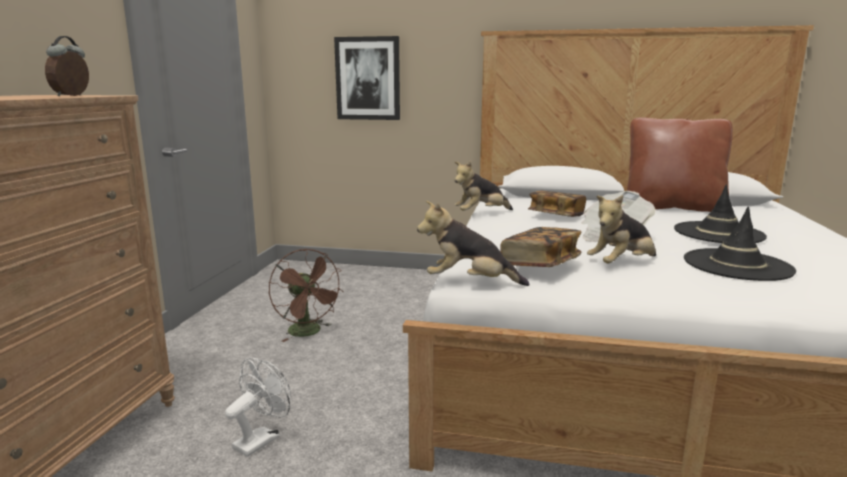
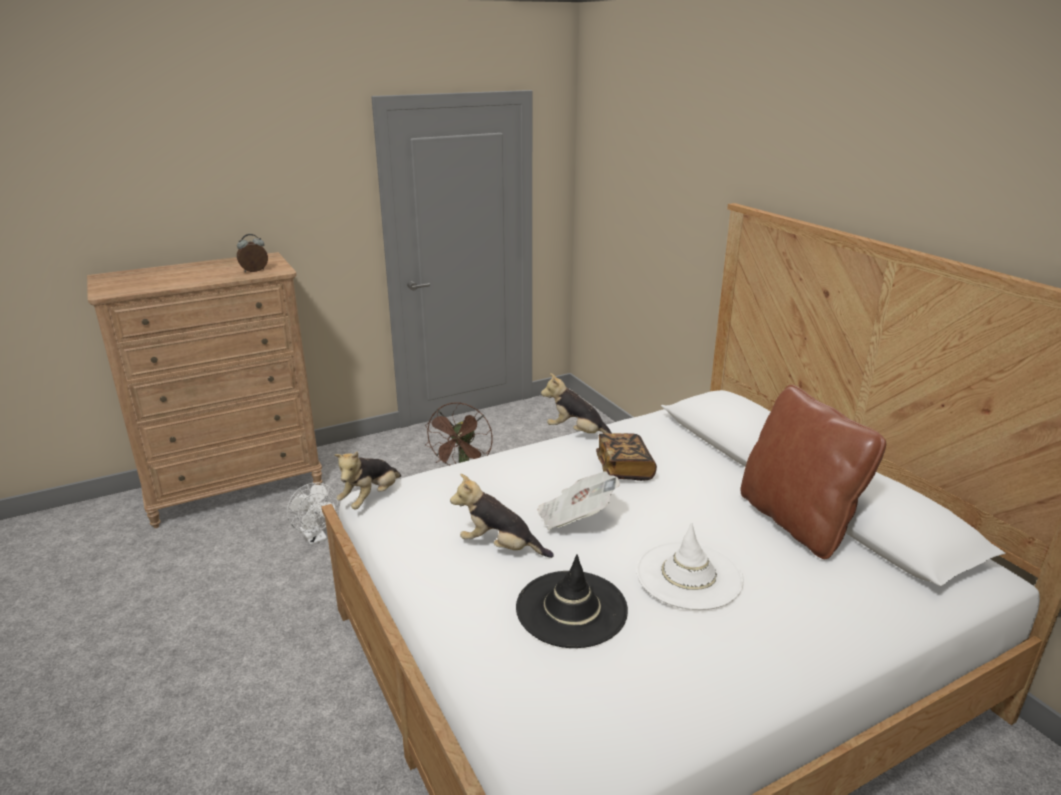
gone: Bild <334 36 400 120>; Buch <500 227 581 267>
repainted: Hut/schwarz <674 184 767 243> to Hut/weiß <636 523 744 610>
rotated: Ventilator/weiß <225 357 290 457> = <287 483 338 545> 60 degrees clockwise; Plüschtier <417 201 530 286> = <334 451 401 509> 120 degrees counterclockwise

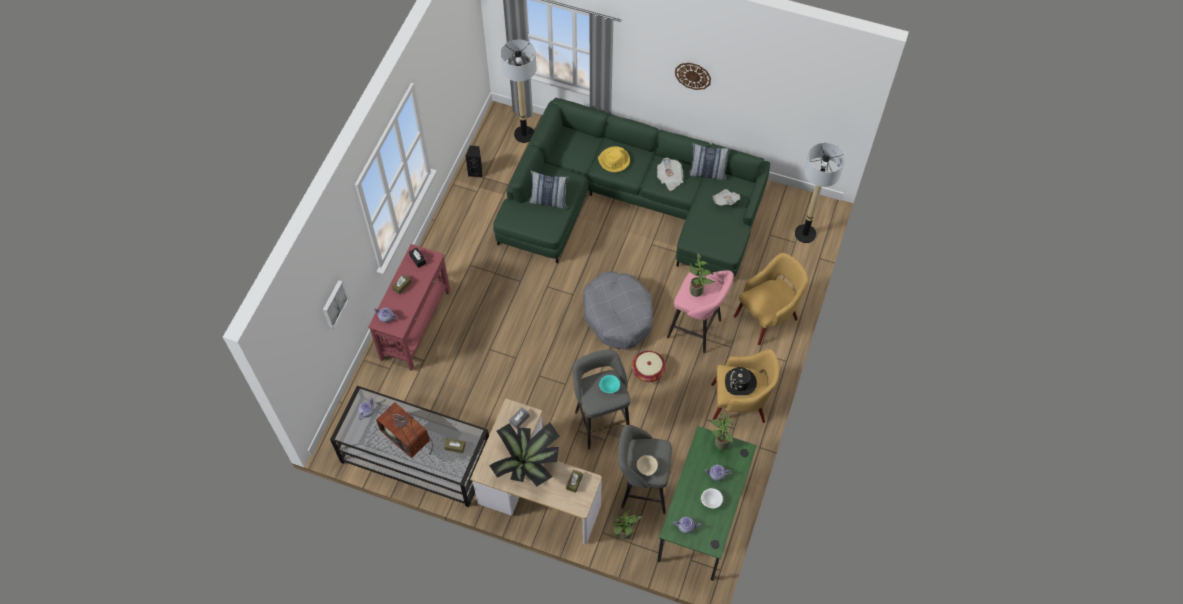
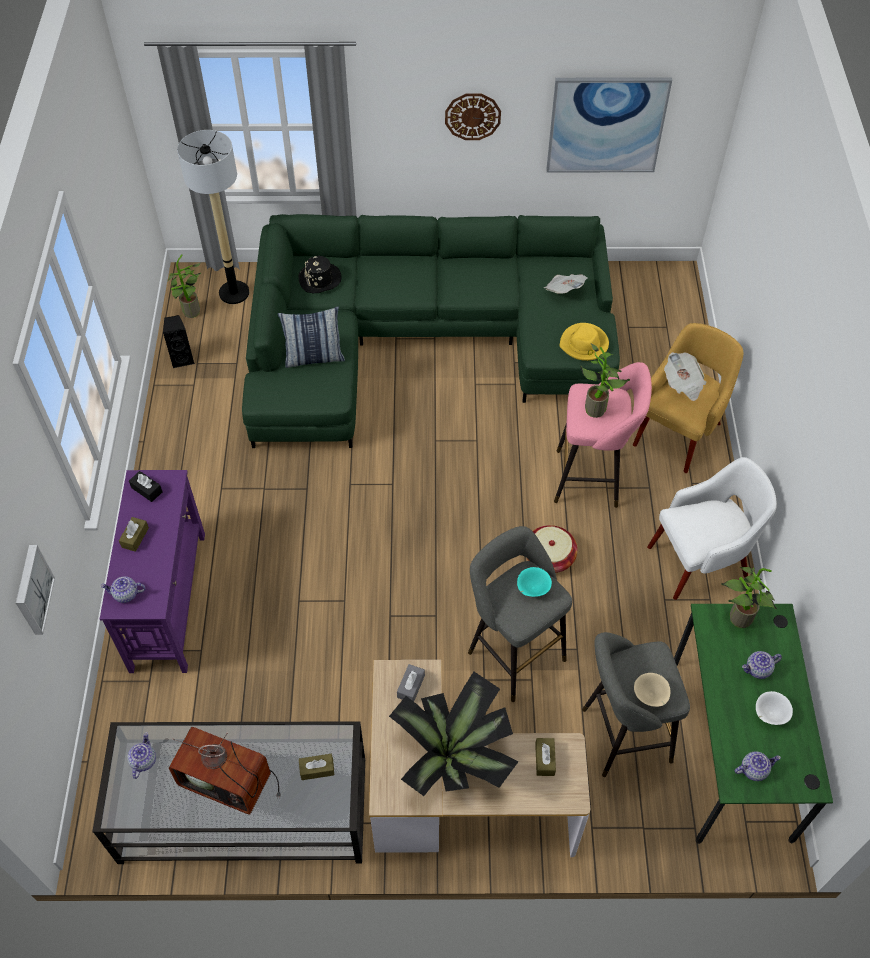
gone: Hundebett/grau <583 272 653 350>; Kissen <688 143 731 181>; Stehlampe <795 143 845 243>
new: Bild <546 77 672 173>
shifted: Hut/gelb <598 146 630 172> to <560 323 609 361>; Topfpflanze <613 510 643 539> to <167 254 201 318>; Zeitung <657 157 684 191> to <664 352 707 401>; Hut/schwarz <725 367 757 396> to <298 256 342 293>
repainted: Konsolentisch/rot <368 244 450 371> to Konsolentisch/lila <100 470 205 673>; Sessel/gelb <711 349 780 423> to Sessel/weiß <647 457 777 600>

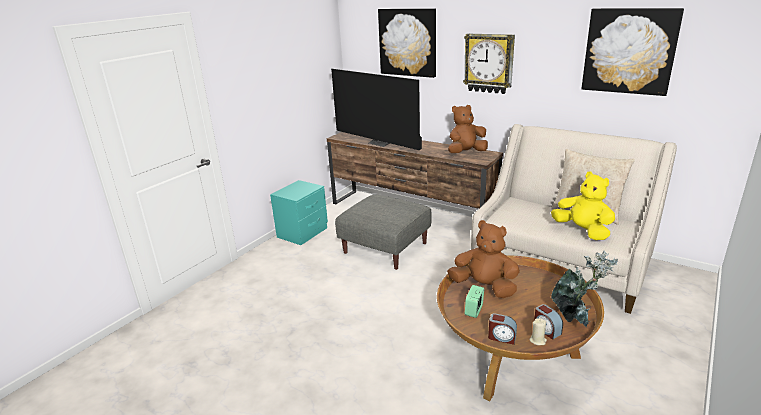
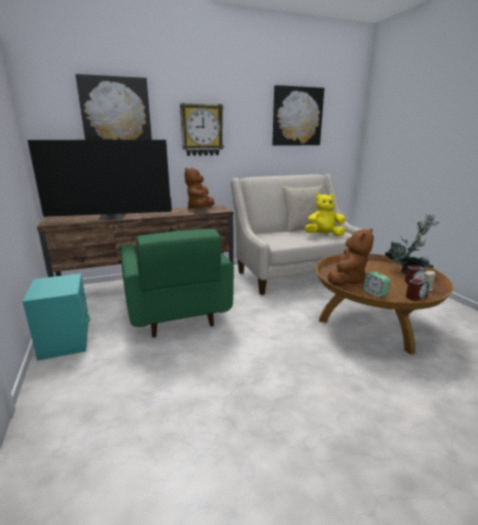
swapped: Polsterhocker/grau <335 195 431 270> to Sessel/grün <120 229 234 338>
rotated: Plüschtier/braun <447 220 520 298> = <327 228 374 286> 150 degrees clockwise

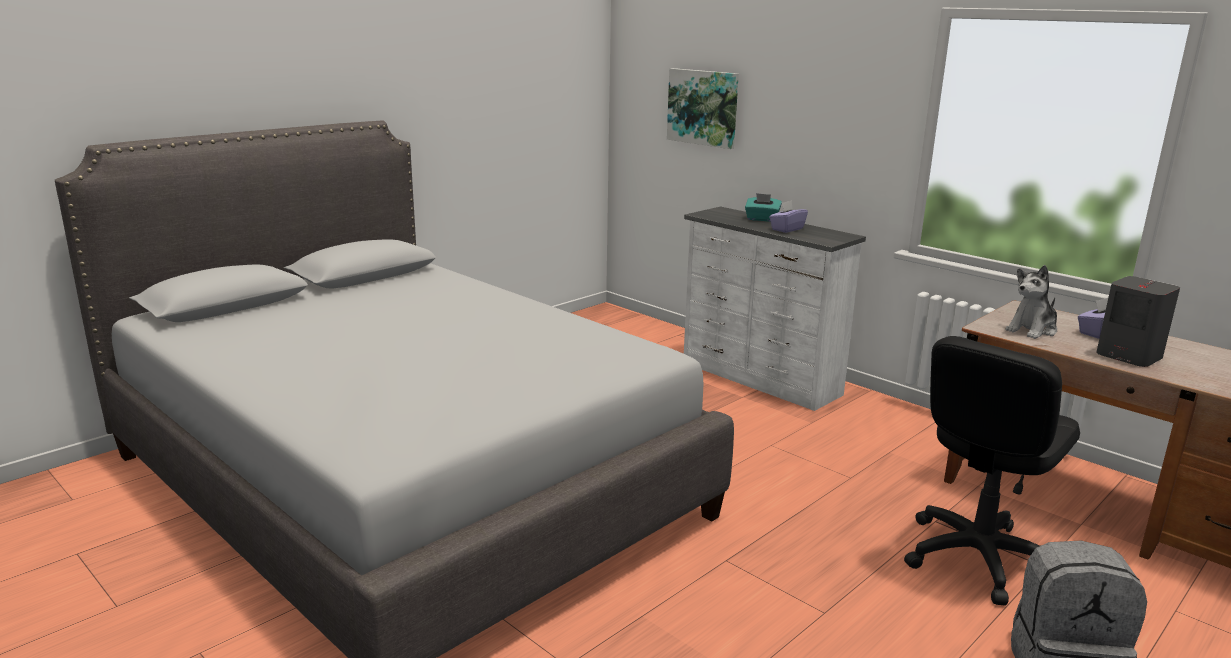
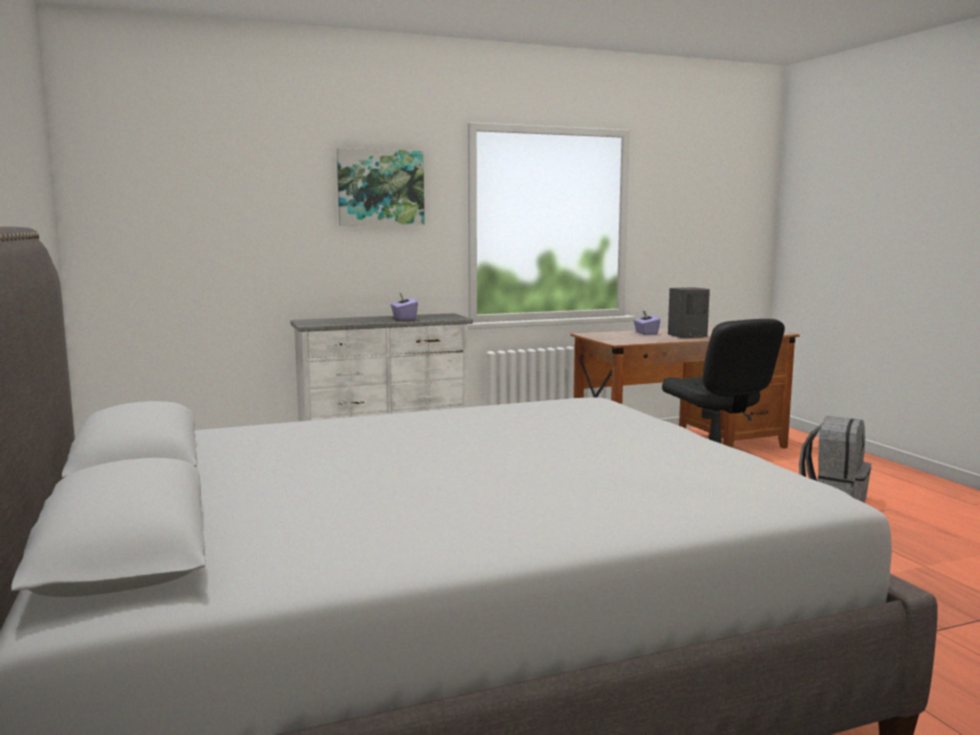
gone: Taschentuchbox/türkis <745 193 782 222>; Plüschtier <1005 265 1057 339>
shifted: Bild <667 68 739 149> to <337 148 424 225>

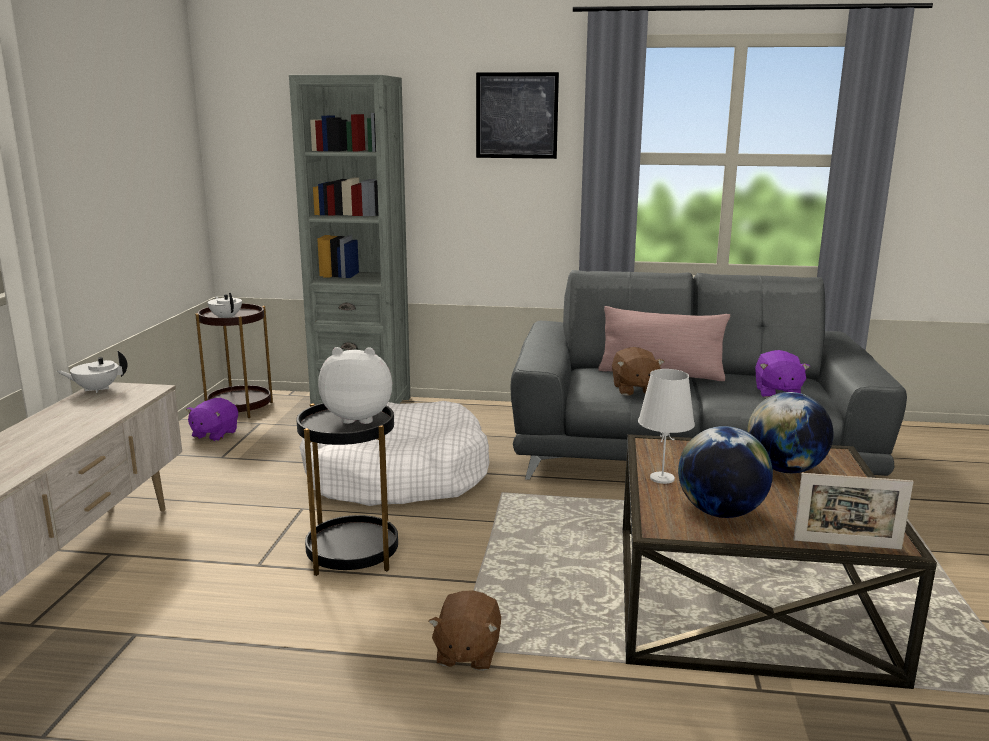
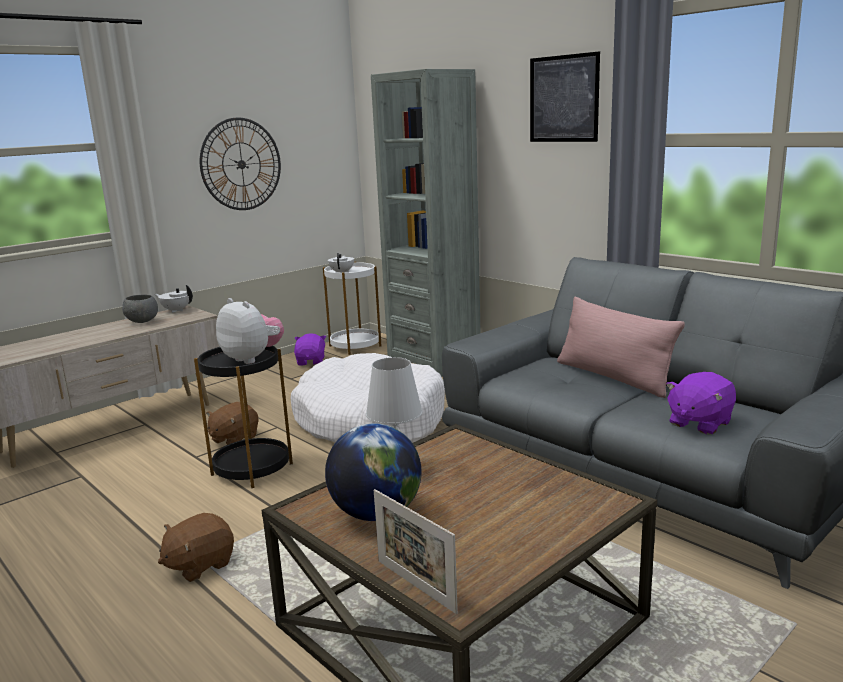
gone: Globus <747 392 833 473>
new: Schüssel/grau <122 295 158 323>; Wanduhr <200 118 281 210>
shifted: Plüschtier/braun <612 347 665 396> to <206 402 259 445>
repainted: Beistelltisch/braun <195 304 273 418> to Beistelltisch/weiß <323 261 382 355>
rotated: Plüschtier/lila <186 398 238 441> = <294 333 326 365> 120 degrees clockwise

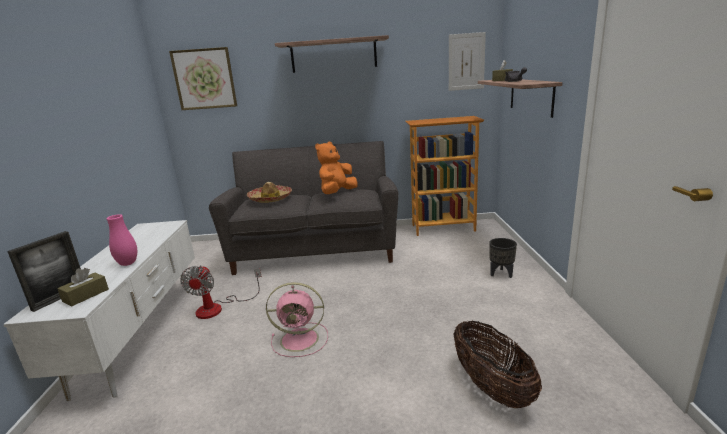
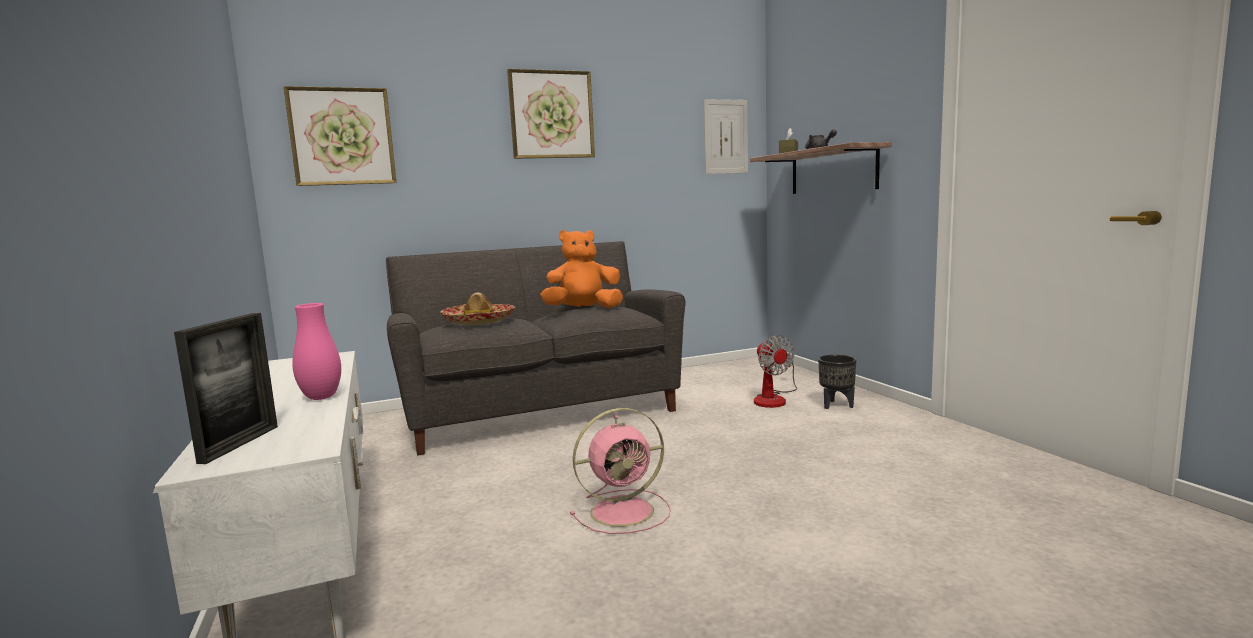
gone: Taschentuchbox/braun <57 268 109 306>; Bücherregal <405 116 484 236>; Korb <453 320 542 408>
shifted: Ventilator <180 265 262 319> to <754 335 797 408>
swapped: Wandregal <275 35 389 73> to Bild <507 69 595 159>
rotated: Plüschtier/orange <315 142 358 194> = <541 230 623 308> 60 degrees clockwise

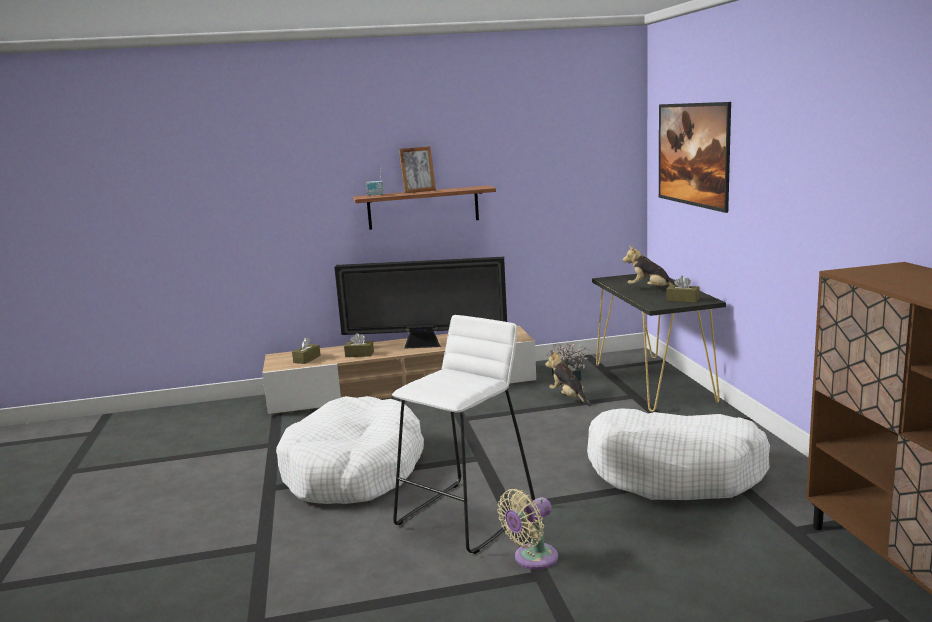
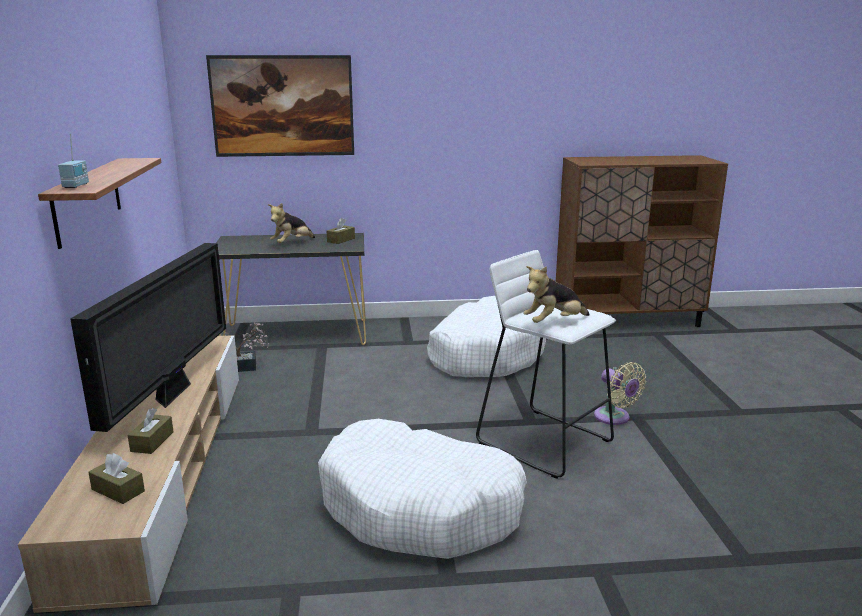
gone: Bilderrahmen <399 146 436 193>
shifted: Plüschtier <545 351 592 406> to <523 266 590 323>

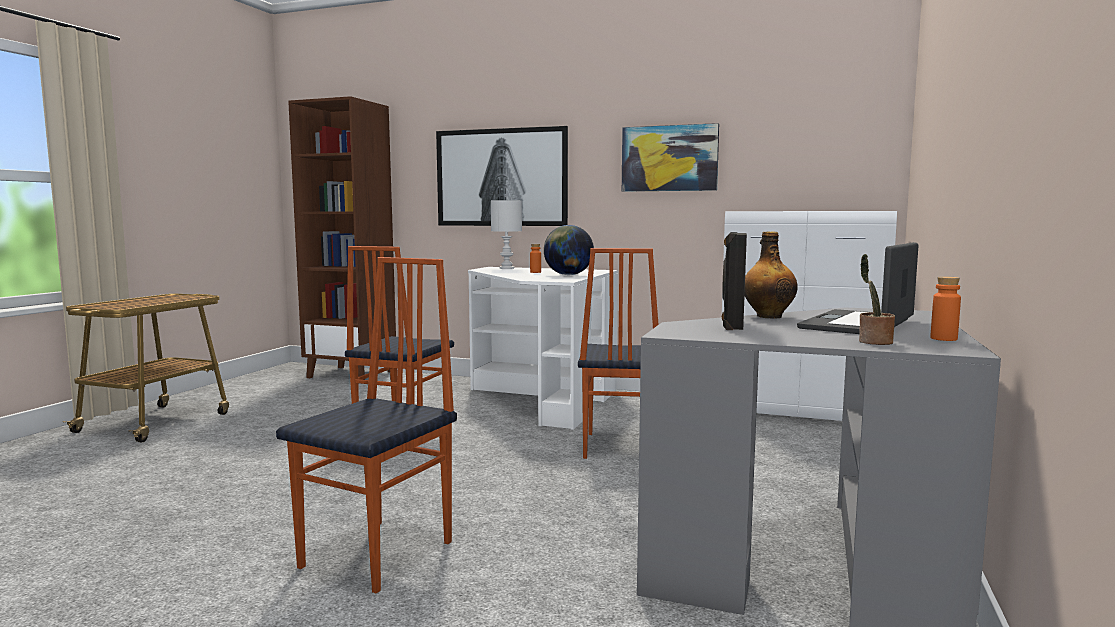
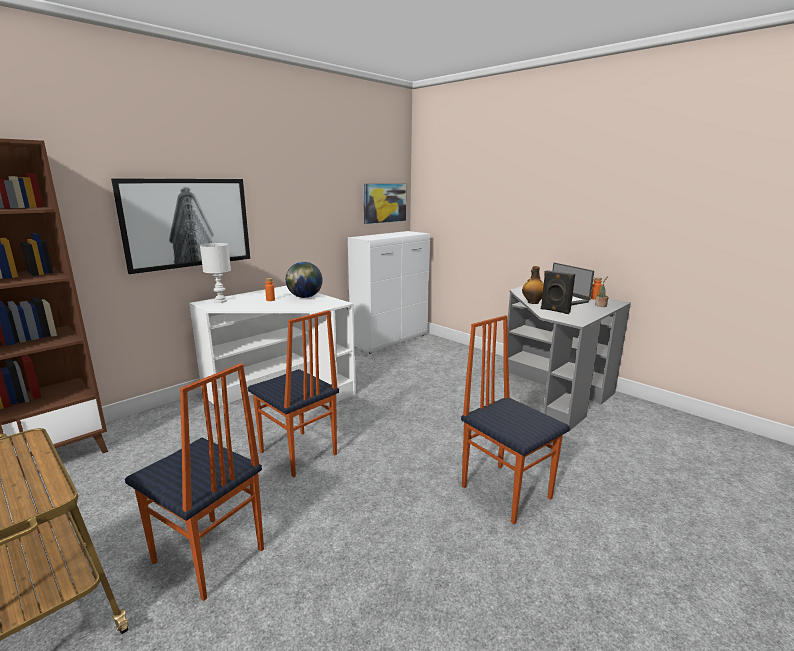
shifted: Stuhl <578 248 659 459> to <125 363 264 601>; Bild <622 123 719 192> to <363 184 406 224>

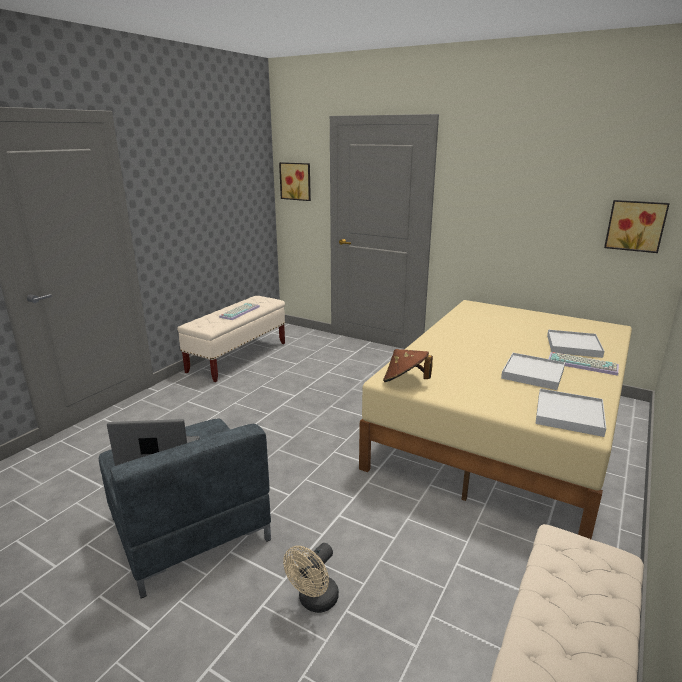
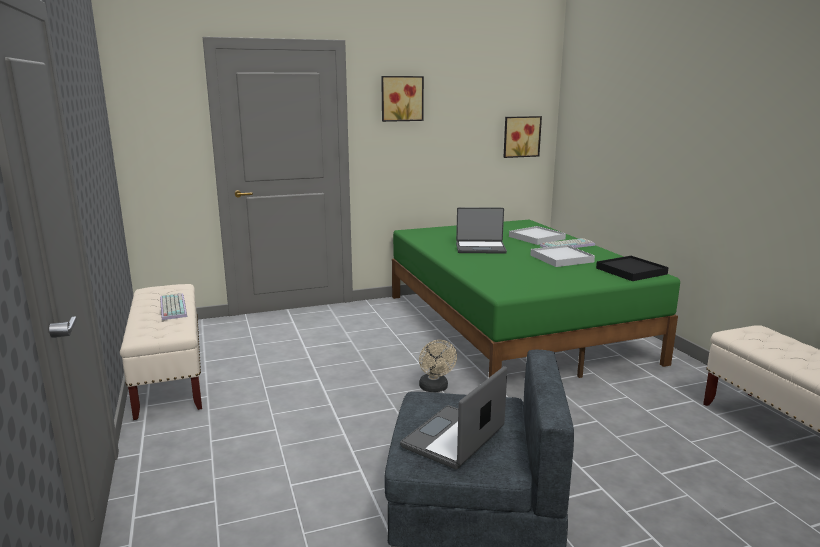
gone: Hut/braun <383 349 433 382>
new: Laptop <456 207 507 253>
shifted: Bild <279 162 311 201> to <381 76 424 122>; Ventilator/beige <283 543 339 613> to <419 340 457 392>
repainted: Bett/beige <359 300 632 539> to Bett/grün <392 220 680 378>; Tablett/weiß <535 389 606 437> to Tablett/schwarz <596 256 669 281>

